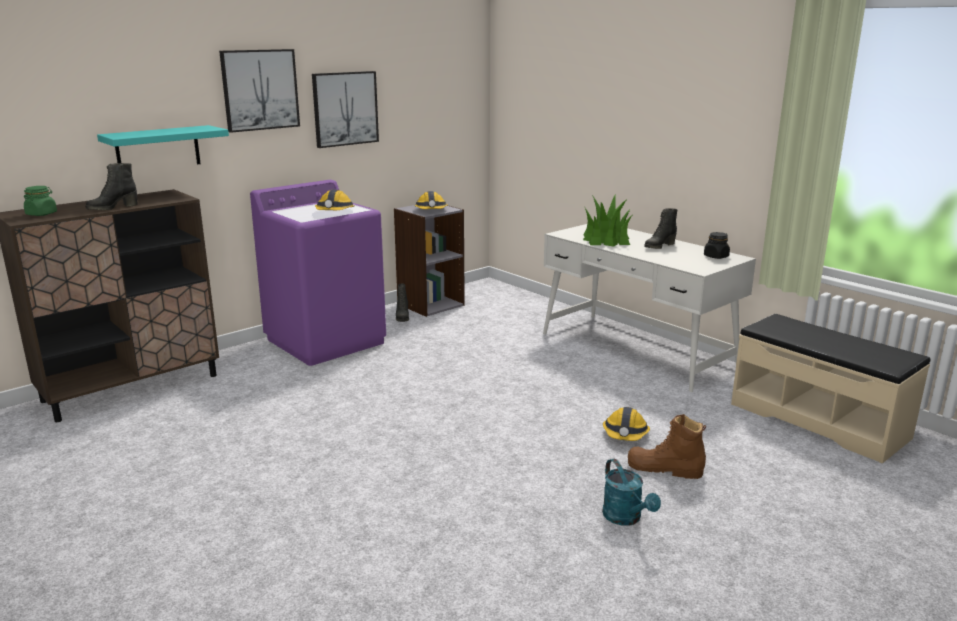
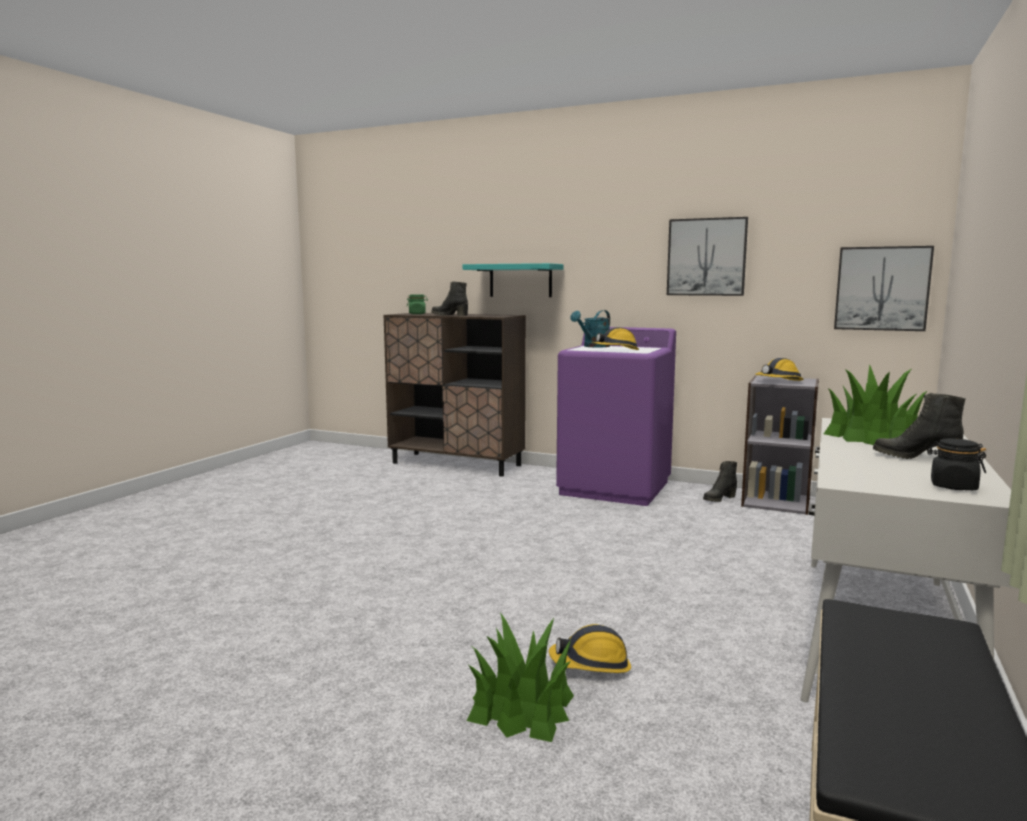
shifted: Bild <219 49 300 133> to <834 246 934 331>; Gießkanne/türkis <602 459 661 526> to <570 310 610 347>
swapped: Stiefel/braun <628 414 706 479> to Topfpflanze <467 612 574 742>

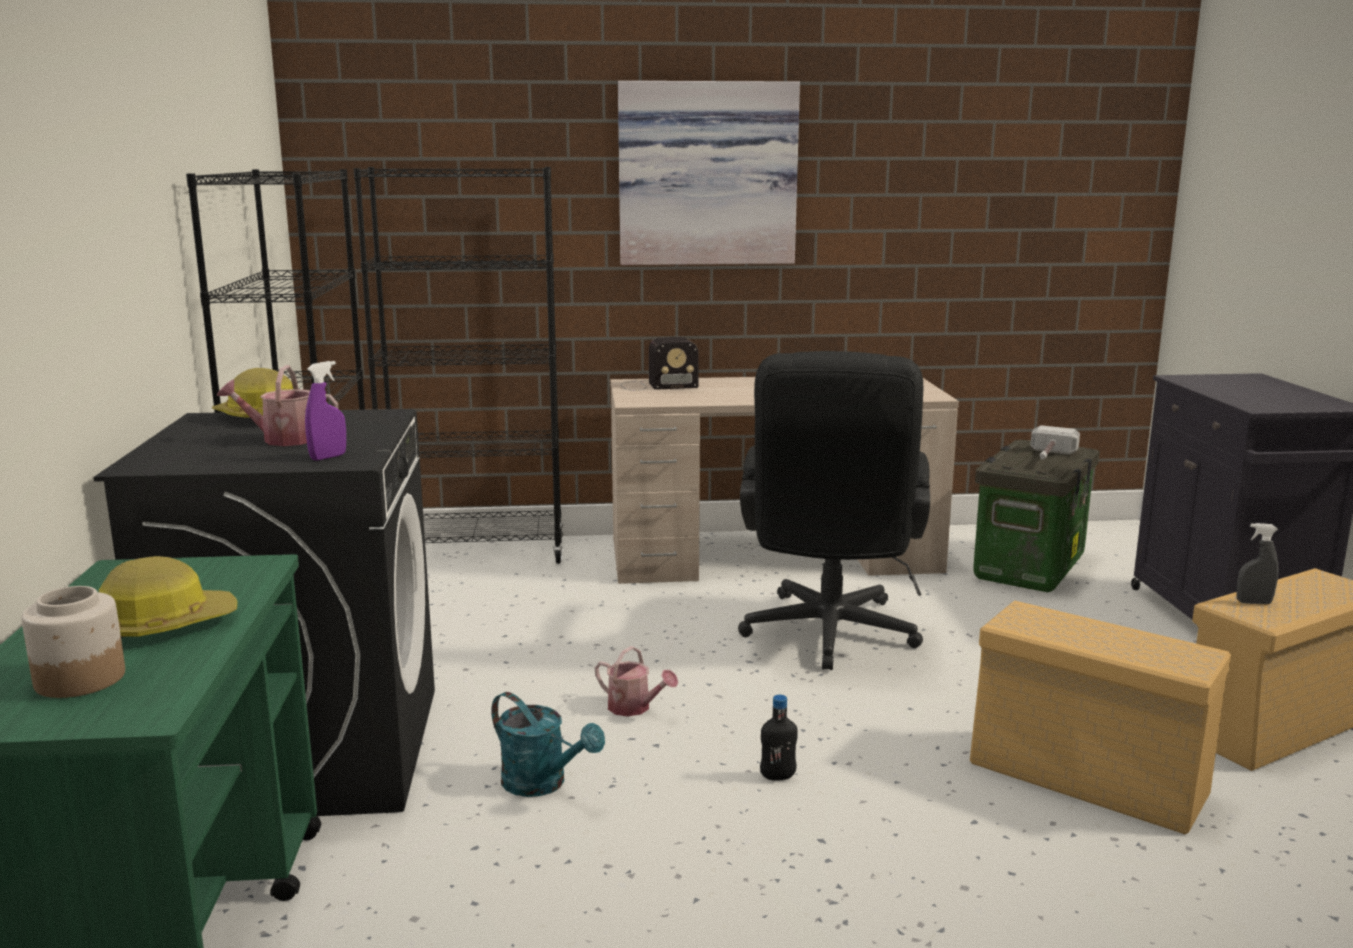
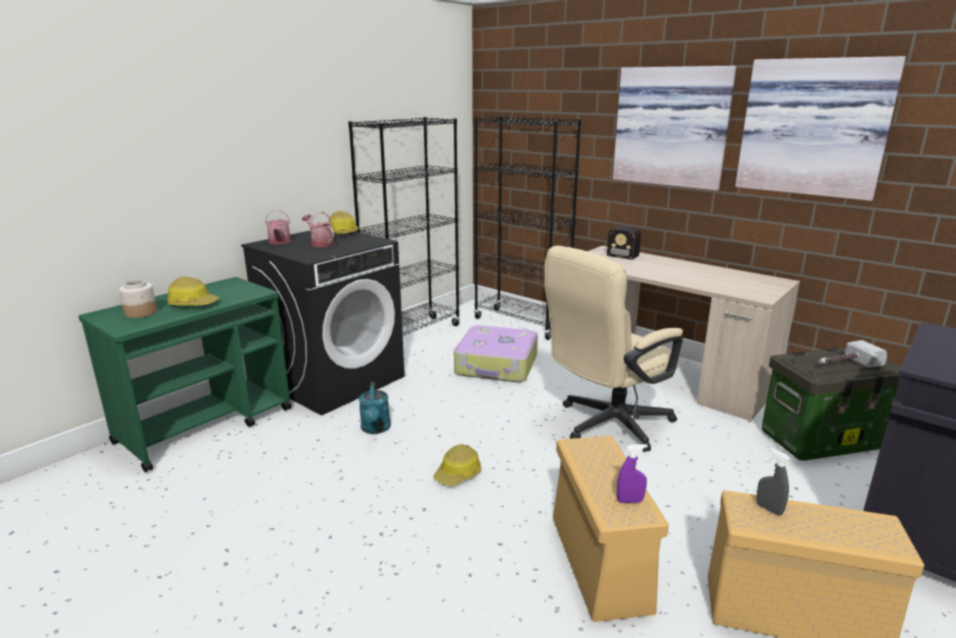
new: Koffer <454 325 538 382>; Bild <735 56 906 201>
shifted: Sprühflasche/lila <305 361 346 461> to <617 444 647 503>; Gießkanne <595 646 678 717> to <265 210 291 244>
swapped: Flasche/schwarz <760 695 798 780> to Schutzhelm <434 444 481 486>
repainted: Bürostuhl/schwarz <738 351 930 670> to Bürostuhl/beige <545 246 683 452>

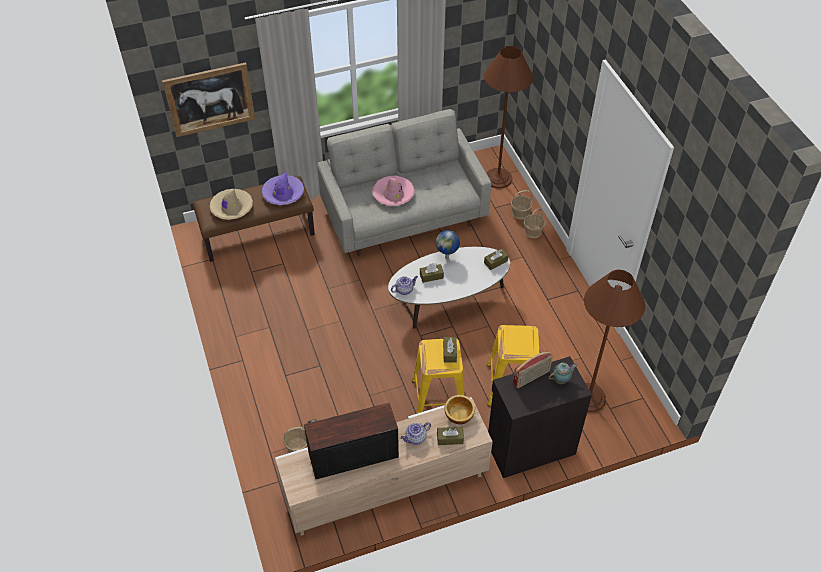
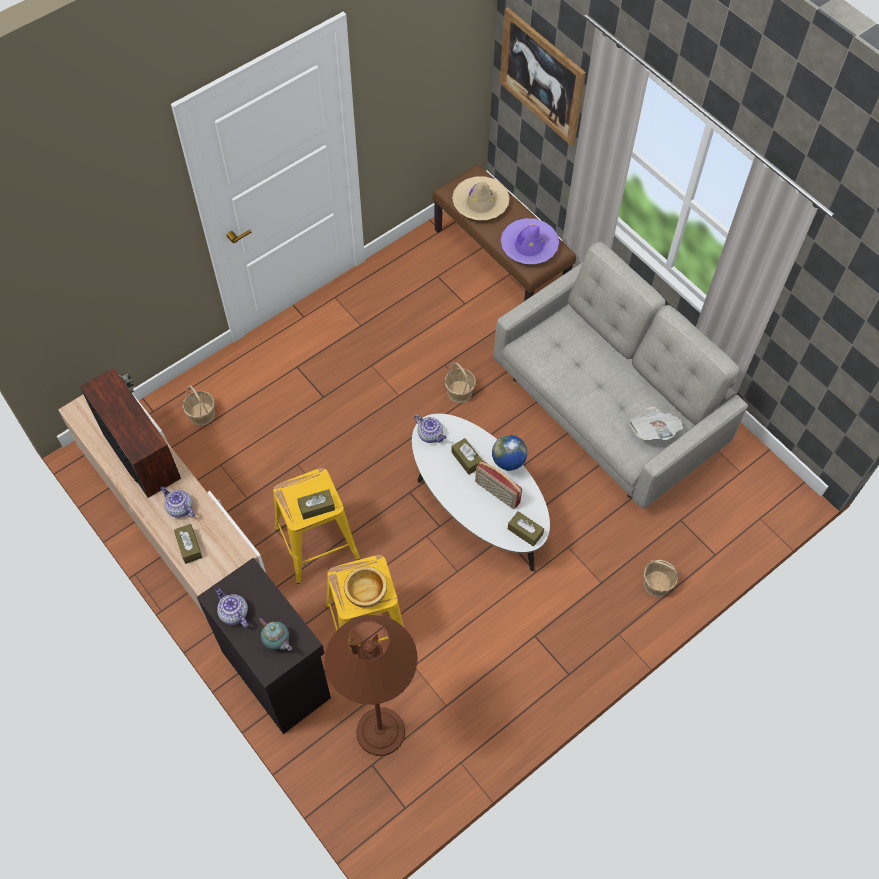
gone: Hut/rosa <372 176 415 206>; Stehlampe/braun <484 46 533 189>
new: Teekanne <215 588 248 628>; Zeitung <628 406 683 440>
shifted: Schüssel <444 395 475 425> to <344 566 387 607>; Korb <511 190 533 219> to <445 362 476 403>; Radio <513 351 553 388> to <475 460 522 509>

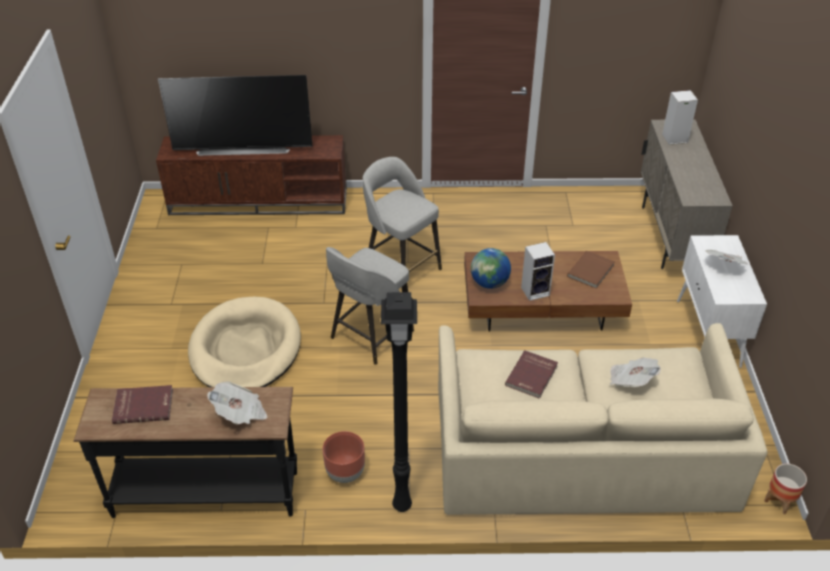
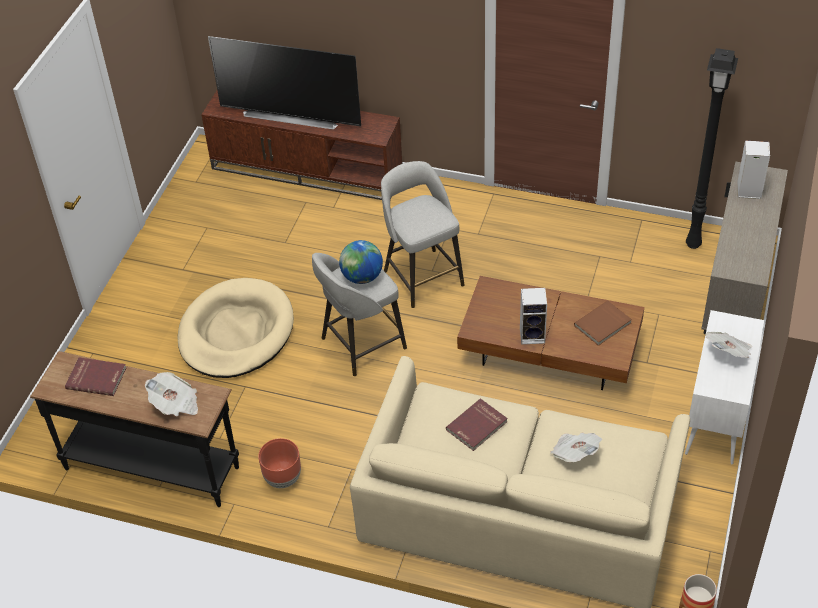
shifted: Stehlampe/schwarz <381 292 417 512> to <686 48 738 249>; Globus <471 248 511 289> to <339 240 383 284>

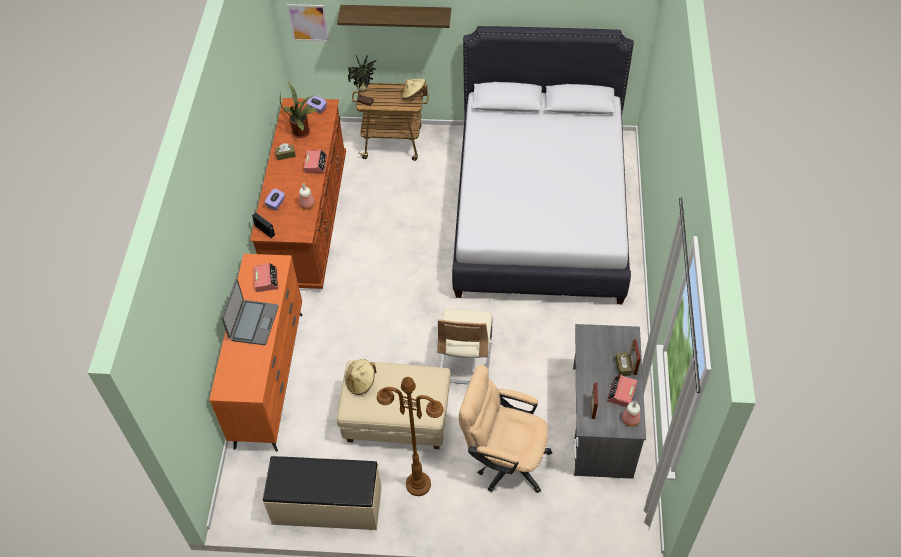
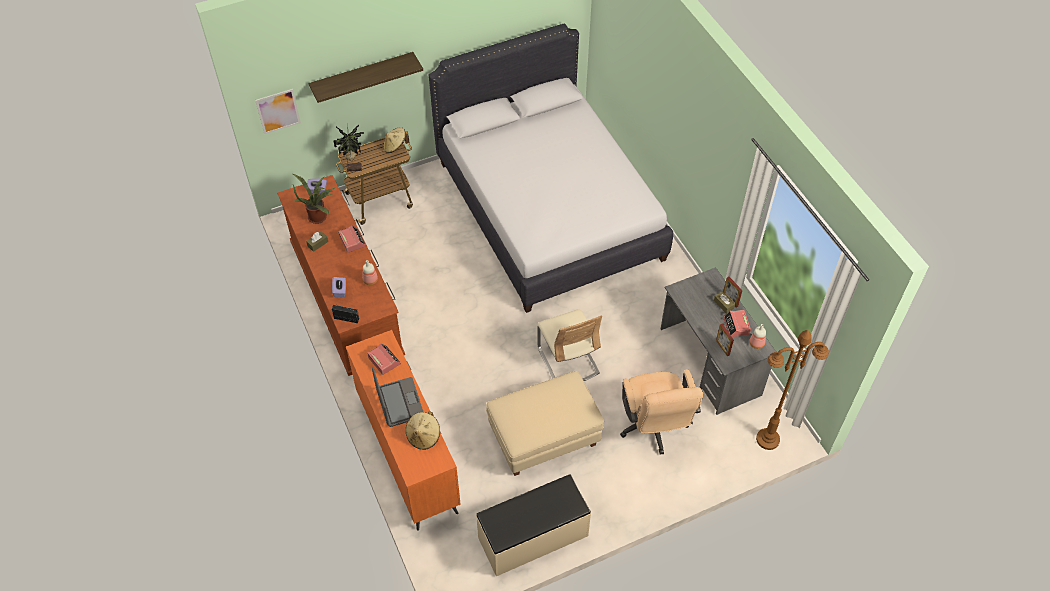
shifted: Hut/beige <345 359 376 395> to <406 411 440 450>; Stehlampe/braun <377 377 444 496> to <756 330 829 450>
rotated: Bürostuhl/beige <459 365 552 493> = <620 369 703 455> 90 degrees counterclockwise

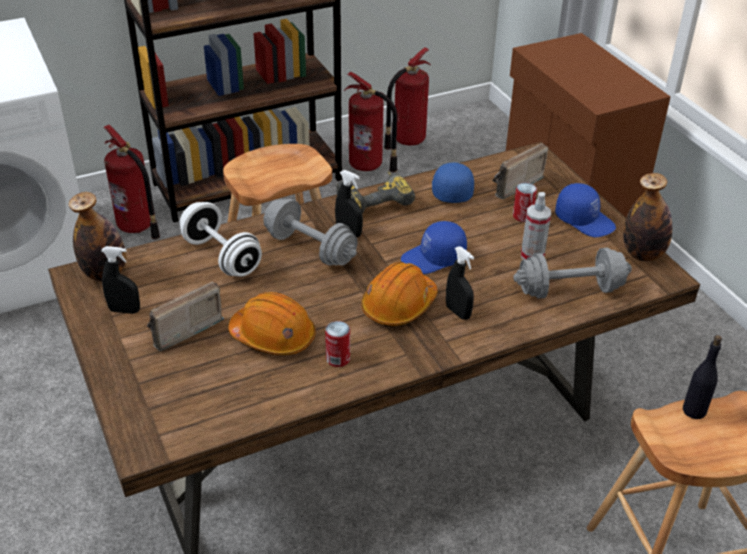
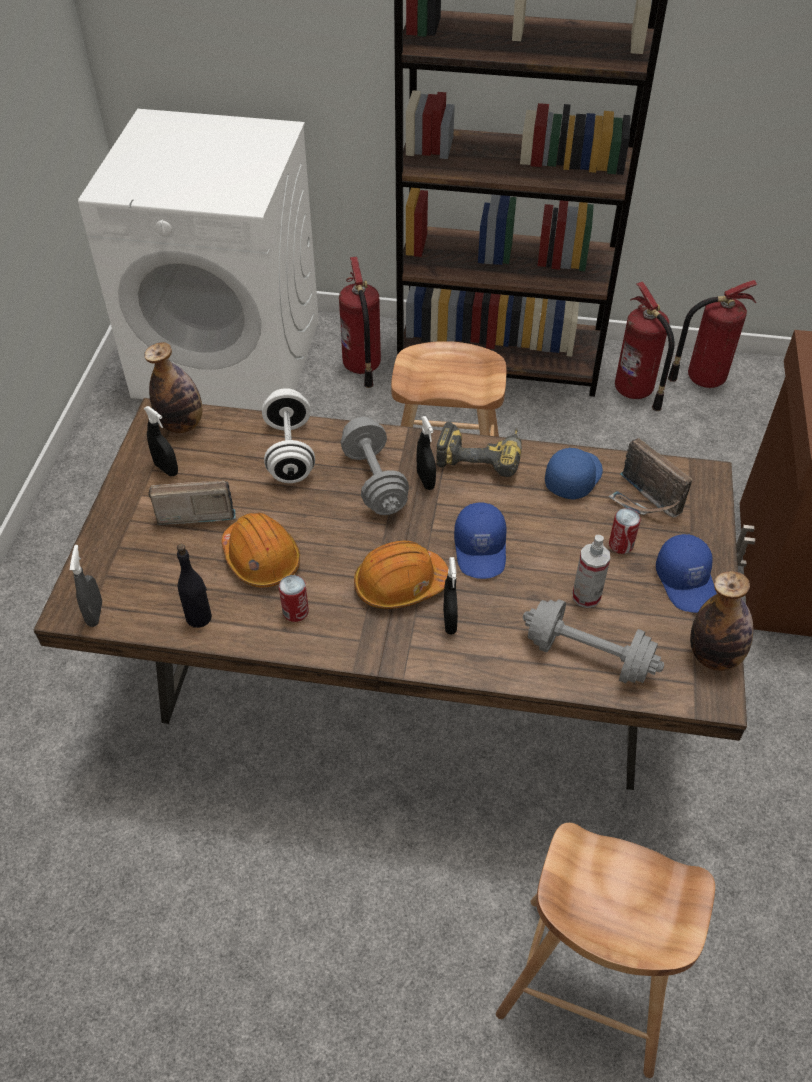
new: Sprühflasche/grau <70 545 102 627>
shifted: Flasche/schwarz <683 335 722 419> to <177 544 212 628>
rotated: Kappe/blau <401 221 467 274> = <454 503 507 579> 105 degrees counterclockwise; Radio <492 143 548 199> = <609 438 692 518> 120 degrees counterclockwise

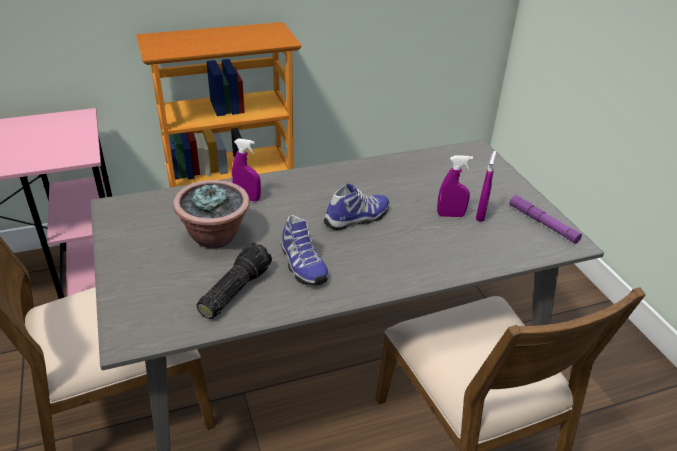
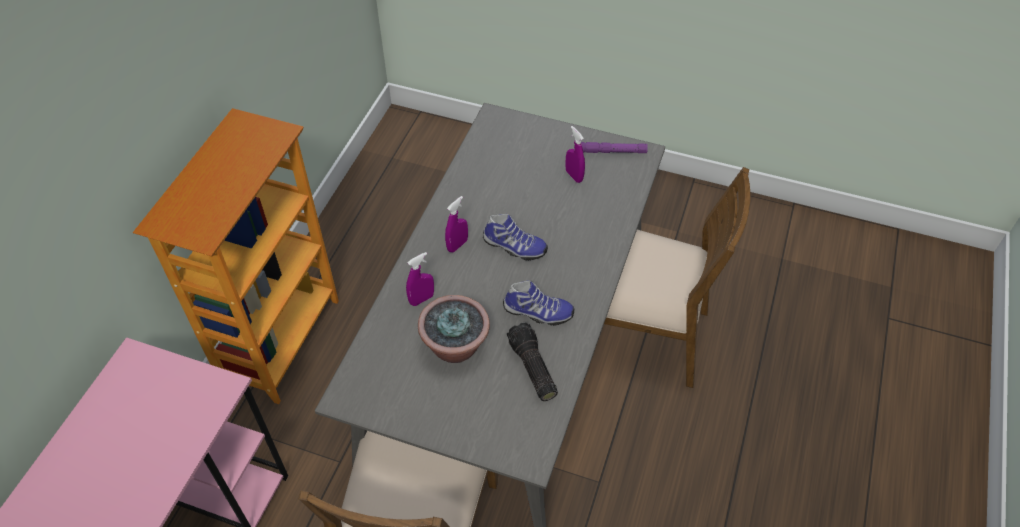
shifted: Sprühflasche/lila <437 155 473 217> to <445 196 468 253>
rotated: Schuh <324 183 389 230> = <483 214 548 261> 105 degrees clockwise

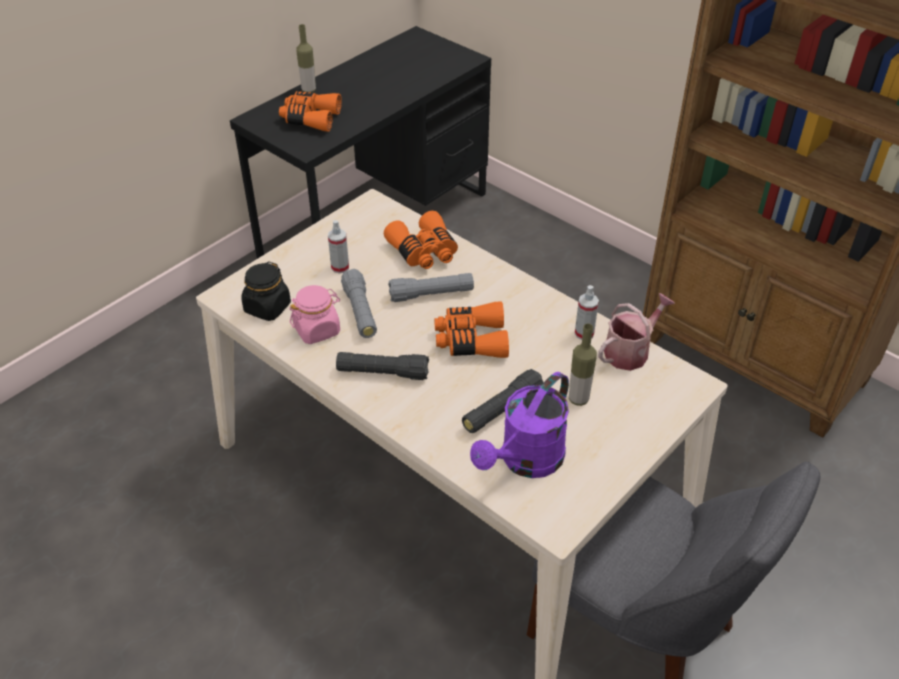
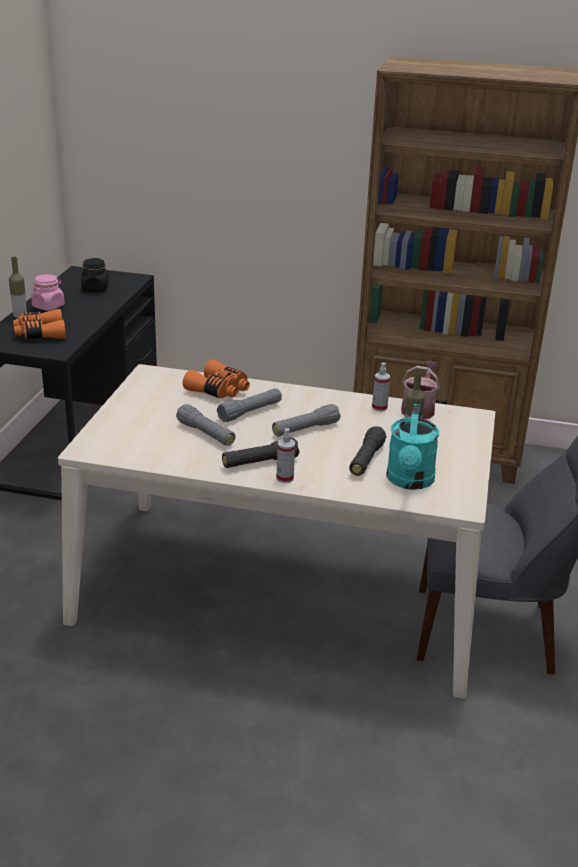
shifted: Vorratsglas/schwarz <241 261 291 321> to <81 258 109 292>; Vorratsglas/rosa <289 285 340 344> to <31 274 65 311>; Sprühflasche <328 220 349 274> to <276 428 295 483>
swapped: Fernglas/orange <434 301 509 358> to Taschenlampe/grau <272 404 341 437>
repainted: Gießkanne/lila <470 372 569 478> to Gießkanne/türkis <386 404 439 490>

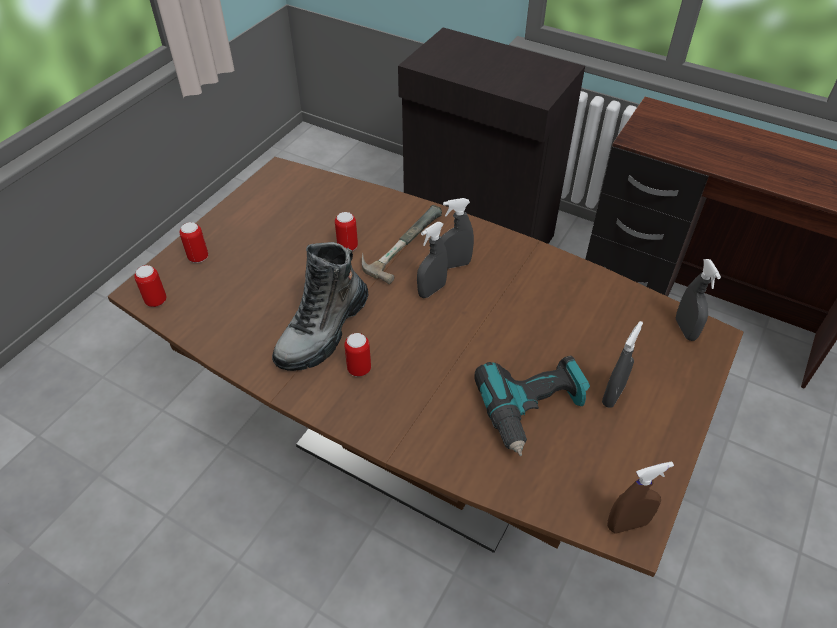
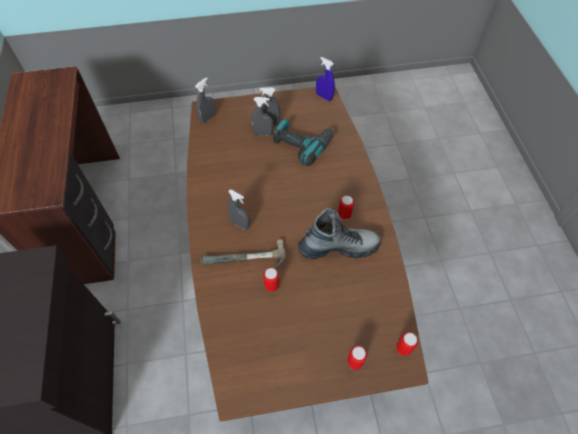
shifted: Sprühflasche/grau <417 222 448 298> to <251 97 273 136>
repainted: Sprühflasche/braun <607 461 674 534> to Sprühflasche/blau <316 57 335 101>

